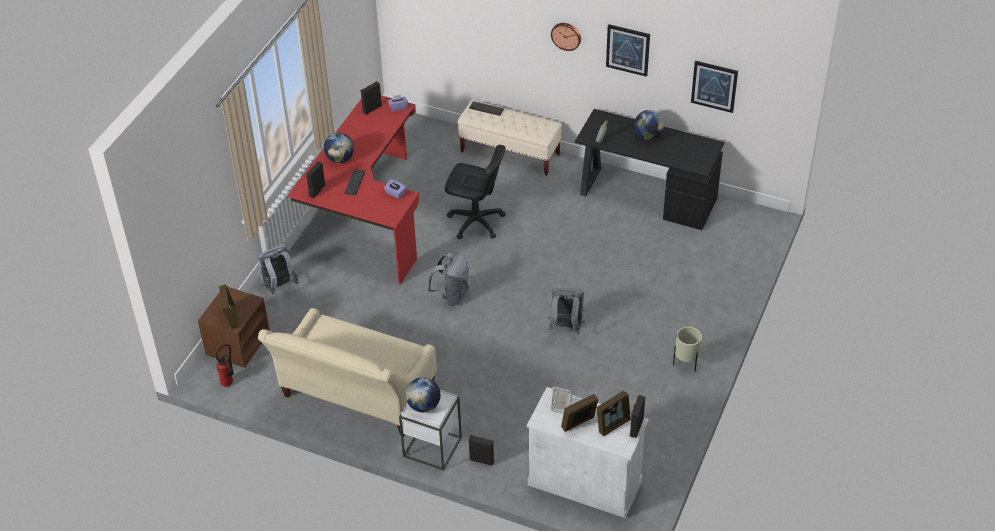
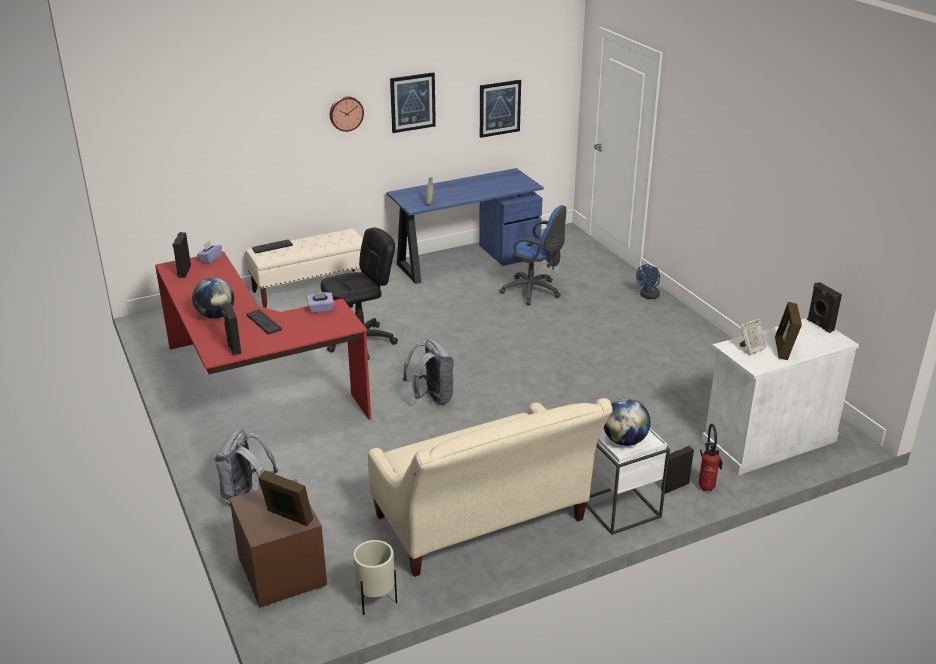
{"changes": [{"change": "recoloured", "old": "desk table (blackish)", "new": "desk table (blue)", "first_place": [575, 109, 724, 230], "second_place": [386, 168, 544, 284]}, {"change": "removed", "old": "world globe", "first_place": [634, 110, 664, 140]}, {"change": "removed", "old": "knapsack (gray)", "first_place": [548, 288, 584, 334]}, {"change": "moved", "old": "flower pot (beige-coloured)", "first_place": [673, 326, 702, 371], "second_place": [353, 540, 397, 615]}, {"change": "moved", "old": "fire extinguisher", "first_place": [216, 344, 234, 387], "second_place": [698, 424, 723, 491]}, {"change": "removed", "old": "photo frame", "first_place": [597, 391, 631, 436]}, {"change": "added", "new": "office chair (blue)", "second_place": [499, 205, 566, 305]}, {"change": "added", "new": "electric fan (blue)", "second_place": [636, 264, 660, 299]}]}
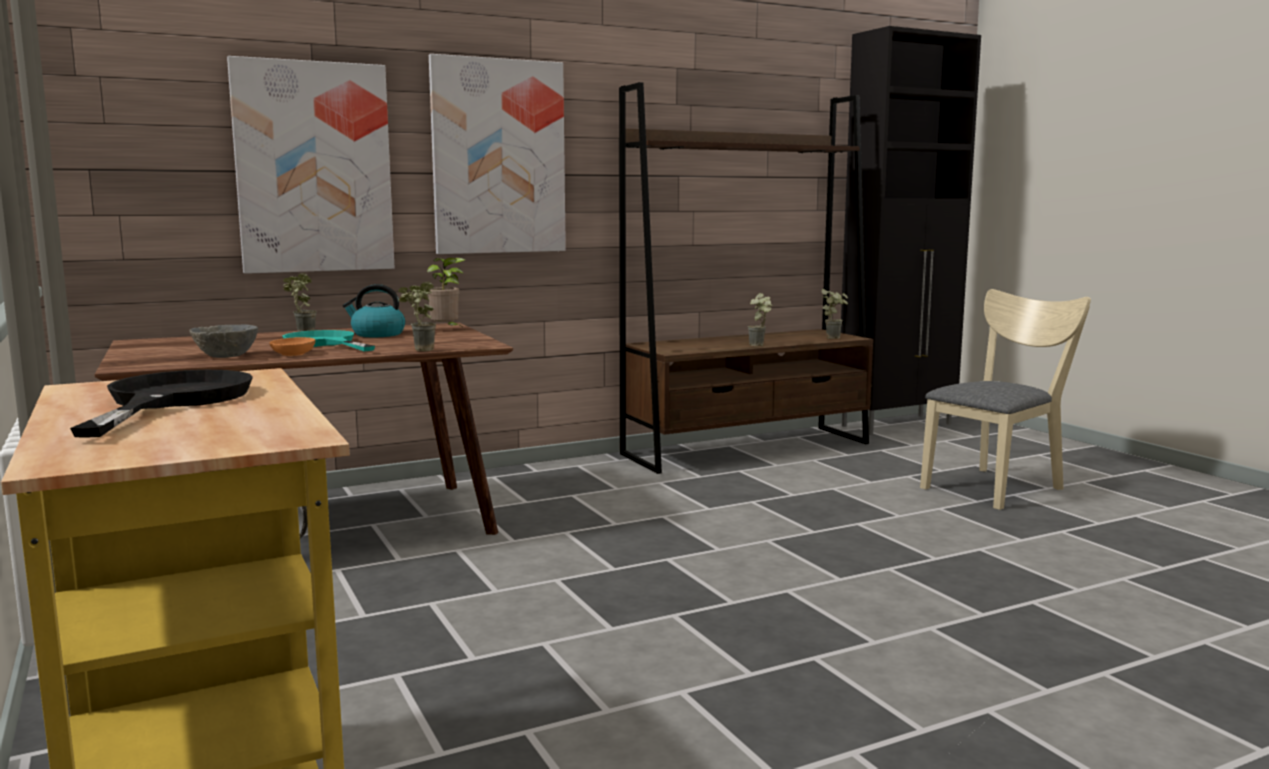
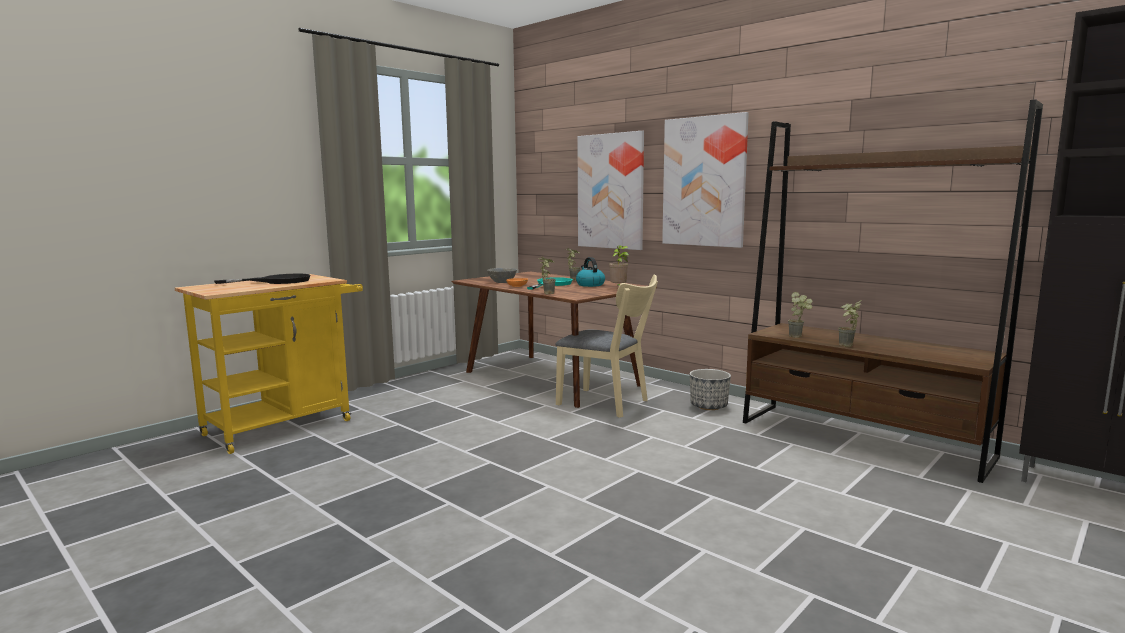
{"changes": [{"change": "moved", "old": "houseplant", "first_place": [821, 289, 848, 339], "second_place": [788, 292, 813, 338]}, {"change": "moved", "old": "plain chair (beige-coloured)", "first_place": [920, 289, 1091, 510], "second_place": [555, 275, 658, 418]}, {"change": "added", "new": "flower pot", "second_place": [690, 369, 731, 410]}]}
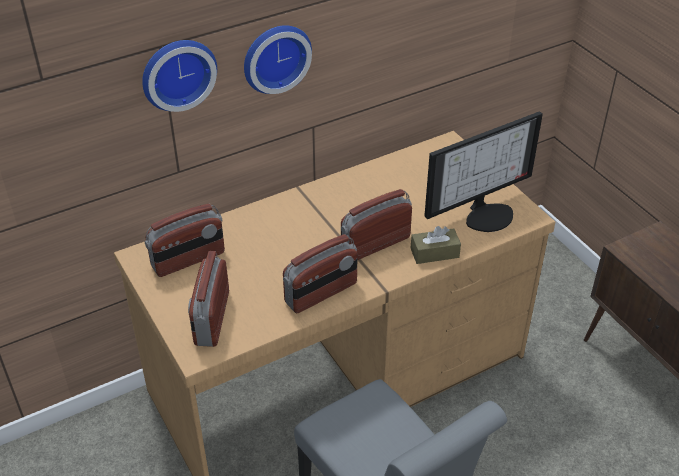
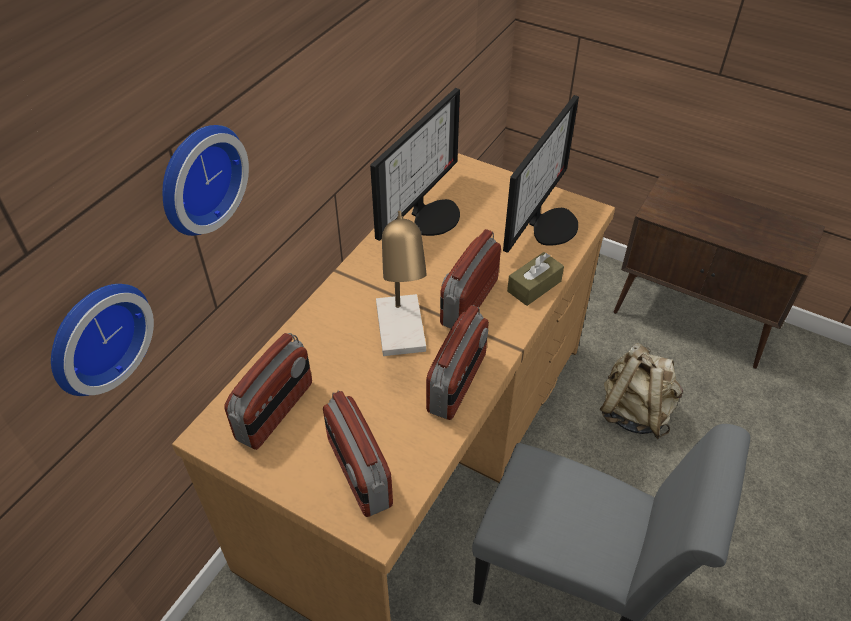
{"changes": [{"change": "moved", "old": "wall clock", "first_place": [244, 25, 312, 94], "second_place": [51, 284, 154, 396]}, {"change": "added", "new": "computer display", "second_place": [370, 88, 460, 241]}, {"change": "added", "new": "lamp for a table", "second_place": [376, 211, 427, 356]}, {"change": "added", "new": "knapsack (beige-coloured)", "second_place": [600, 343, 683, 439]}]}
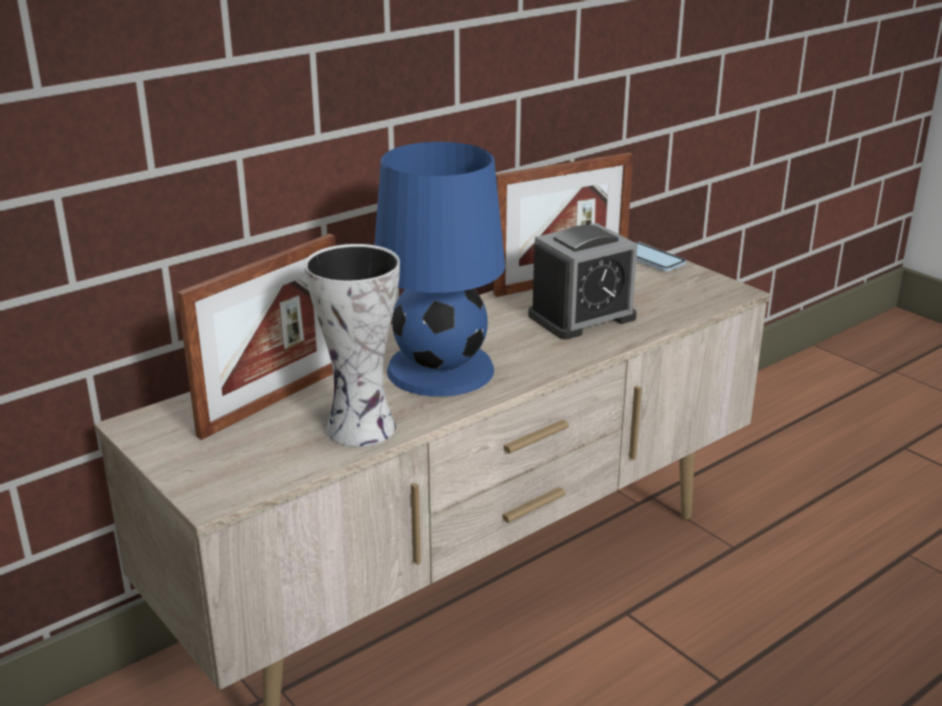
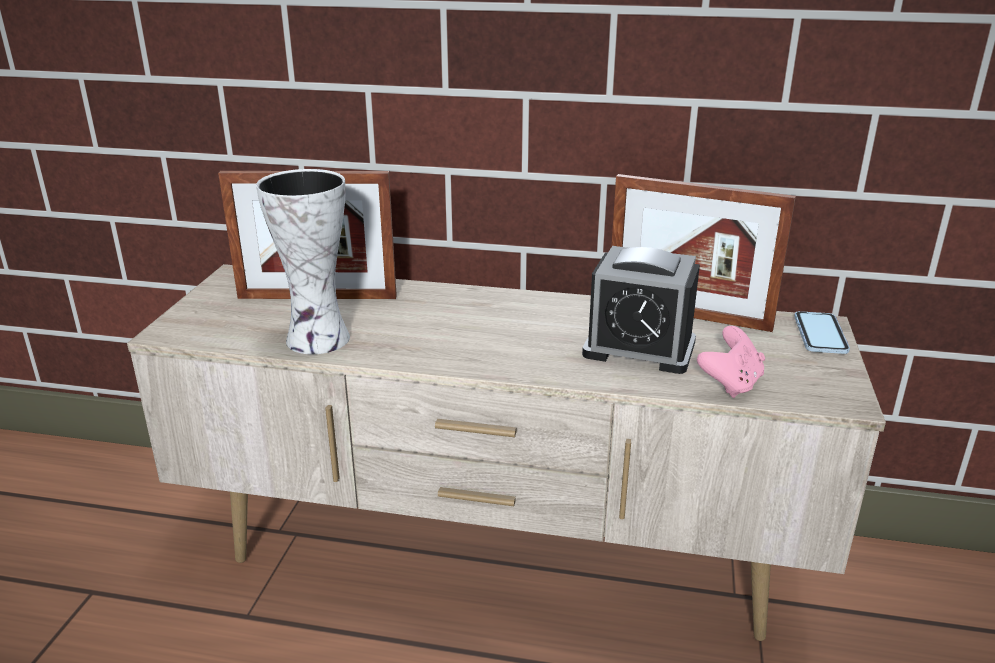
{"changes": [{"change": "removed", "old": "lamp for a table (blue)", "first_place": [374, 142, 505, 397]}, {"change": "added", "new": "gamepad (pink-coloured)", "second_place": [697, 326, 765, 398]}]}
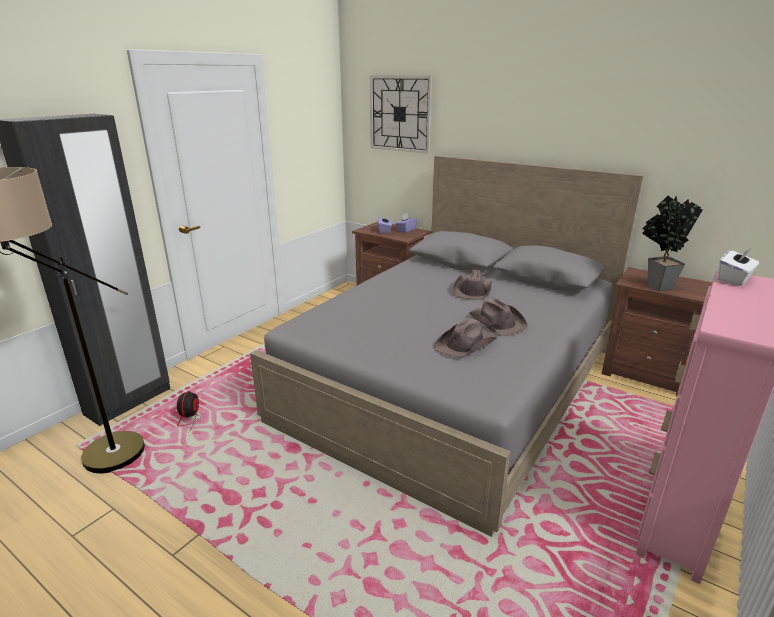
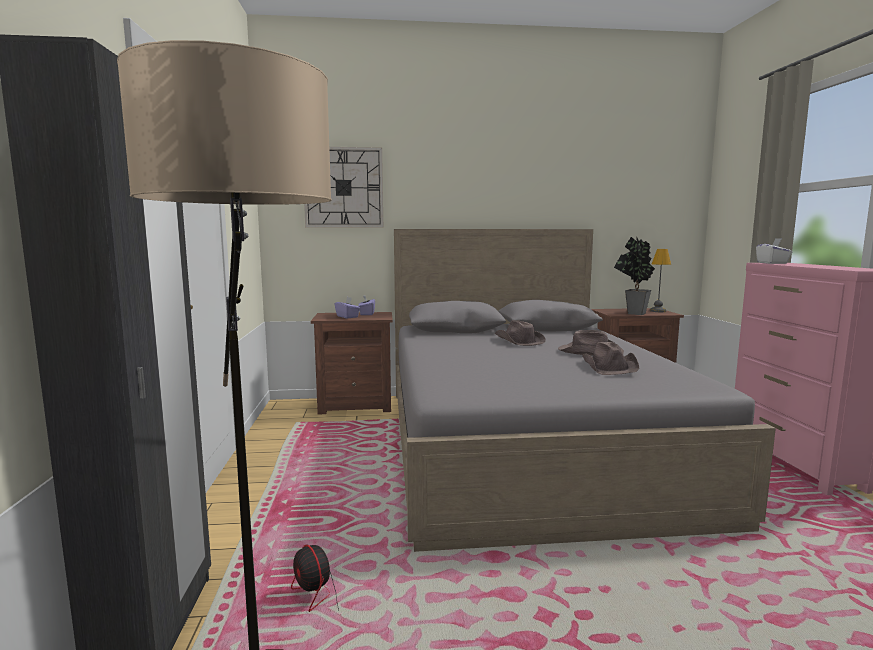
{"changes": [{"change": "added", "new": "lamp for a table", "second_place": [650, 249, 671, 312]}]}
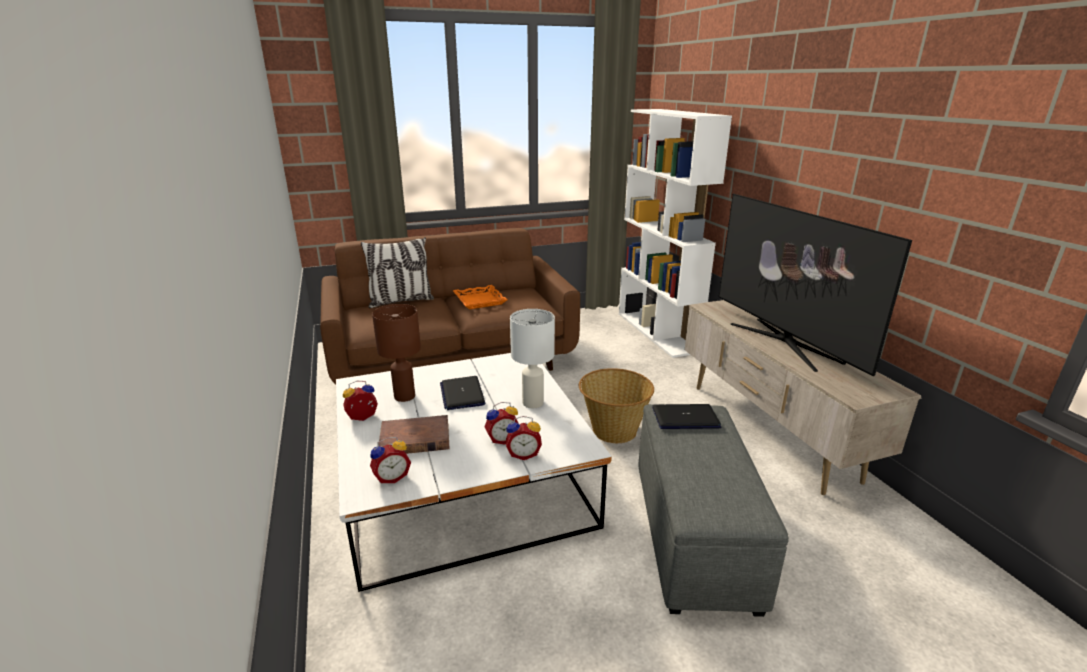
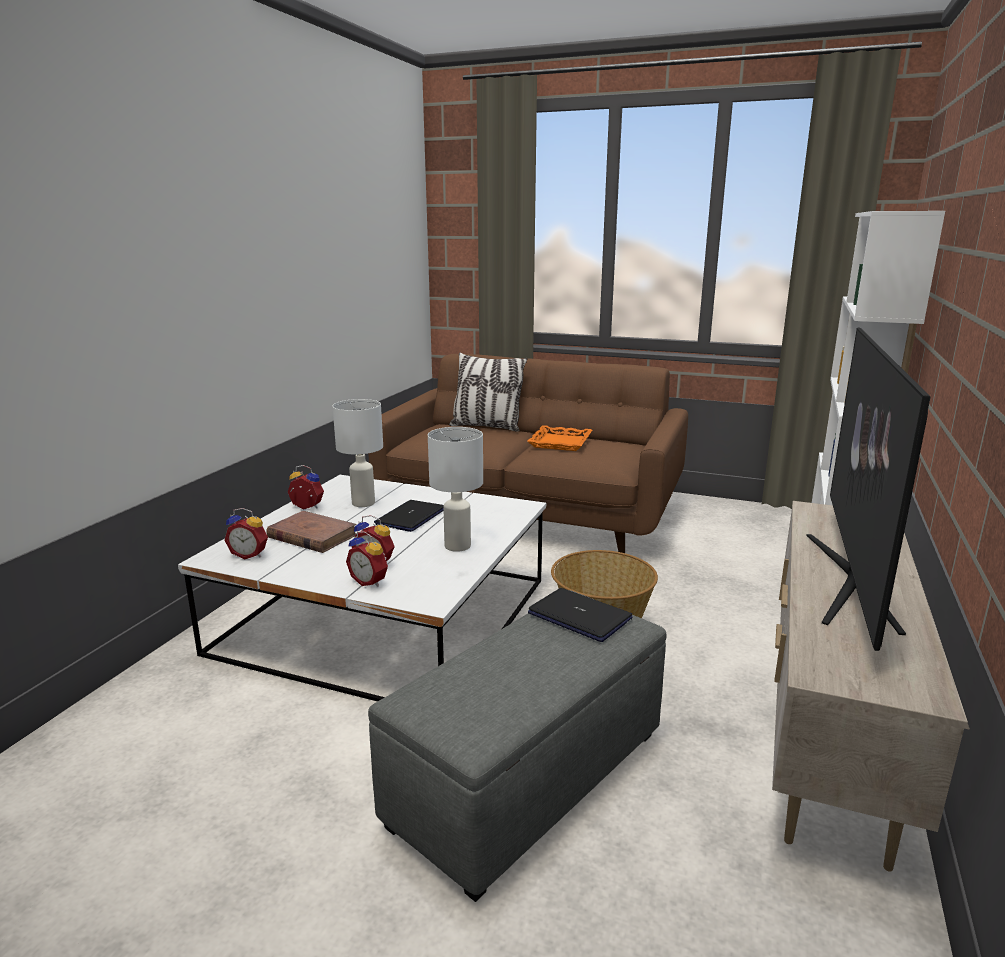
{"changes": [{"change": "recoloured", "old": "lamp for a table (brown)", "new": "lamp for a table (white-coloured)", "first_place": [372, 304, 421, 402], "second_place": [333, 399, 383, 507]}]}
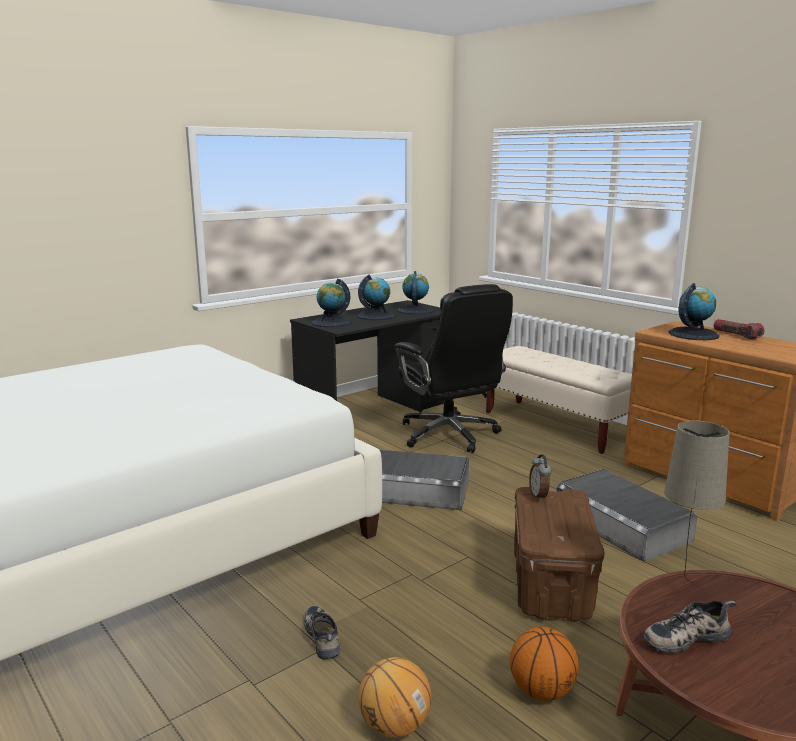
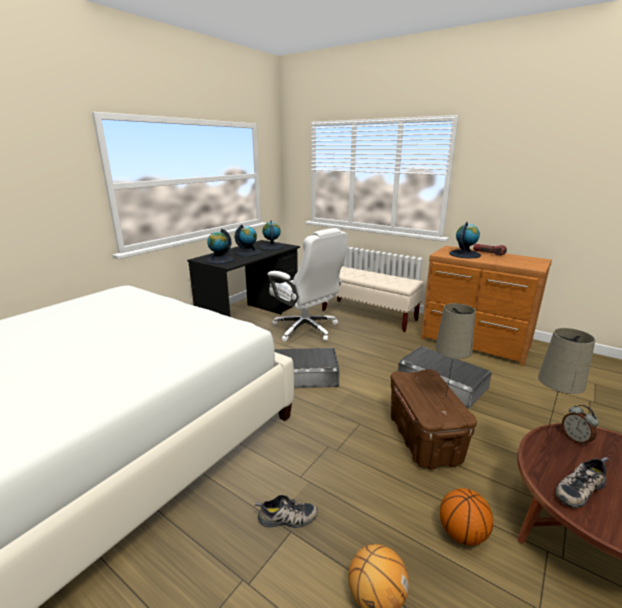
{"changes": [{"change": "recoloured", "old": "office chair (blackish)", "new": "office chair (white-coloured)", "first_place": [395, 284, 513, 453], "second_place": [267, 228, 348, 342]}, {"change": "moved", "old": "alarm clock", "first_place": [529, 455, 552, 501], "second_place": [562, 405, 599, 446]}, {"change": "turned", "old": "item of footwear", "first_place": [304, 605, 340, 660], "second_place": [255, 495, 318, 528], "degrees": 120}, {"change": "added", "new": "lamp for a table (beige-coloured)", "second_place": [435, 303, 476, 398]}]}
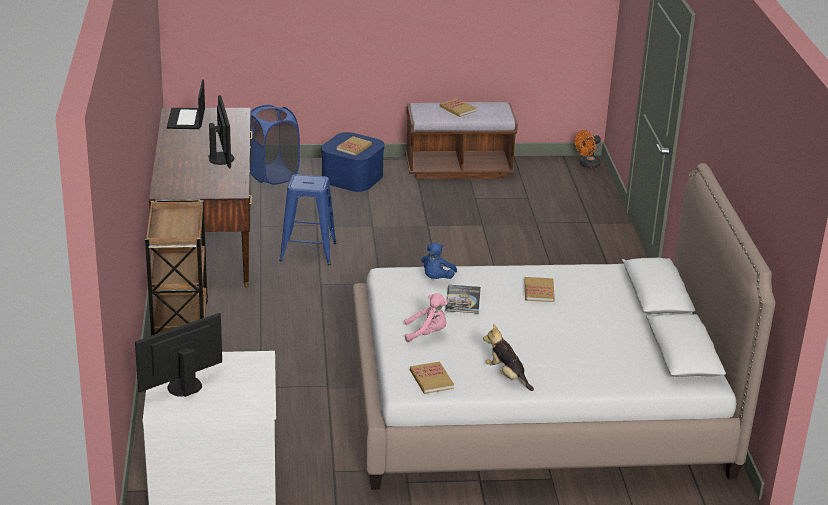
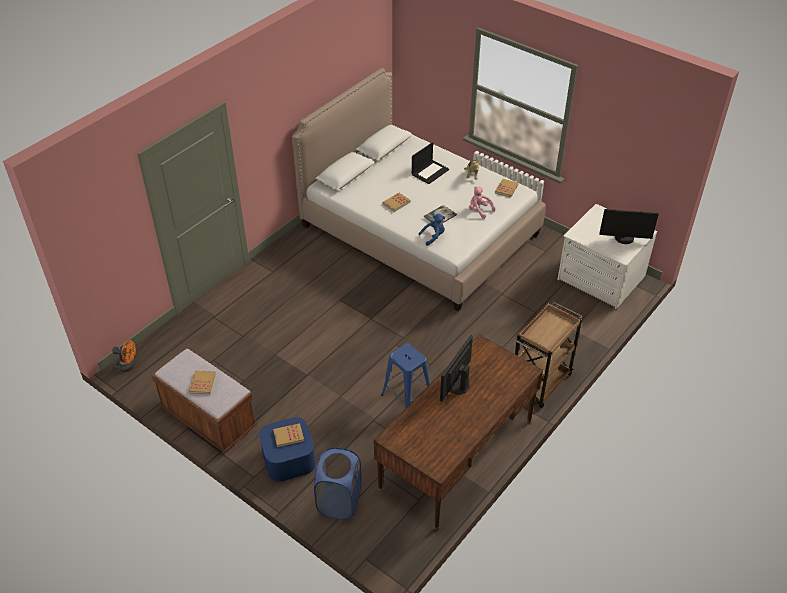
{"changes": [{"change": "moved", "old": "portable computer", "first_place": [167, 79, 205, 129], "second_place": [412, 142, 449, 184]}]}
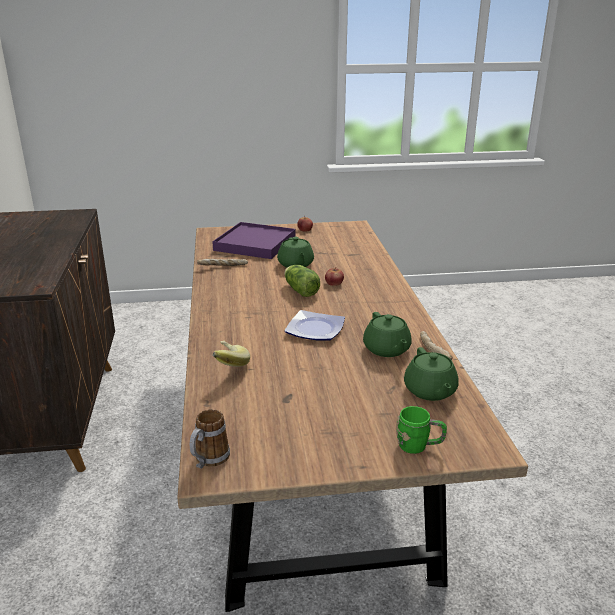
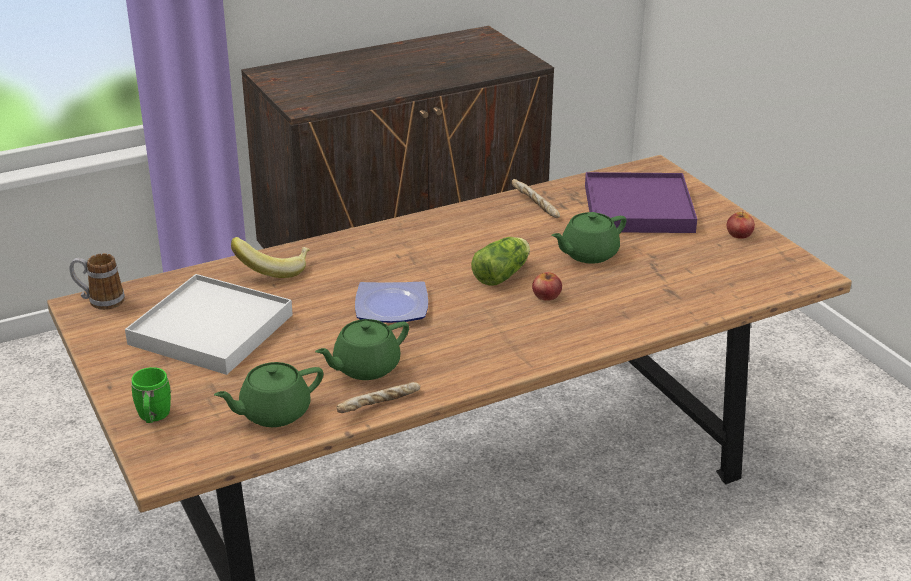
{"changes": [{"change": "added", "new": "serving tray (white-coloured)", "second_place": [125, 274, 293, 375]}]}
